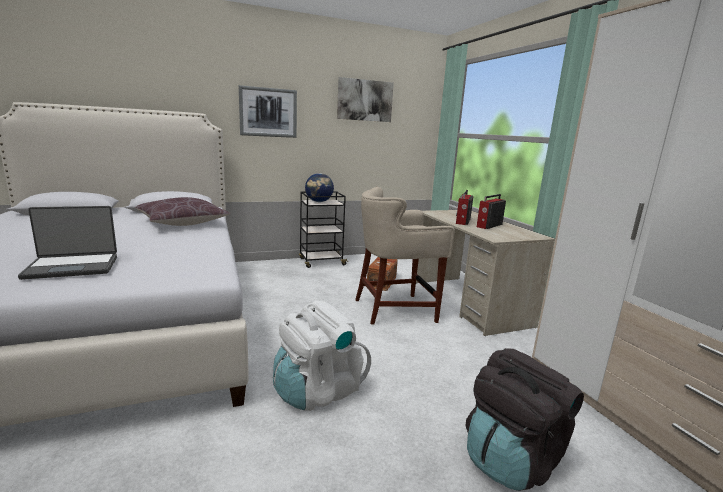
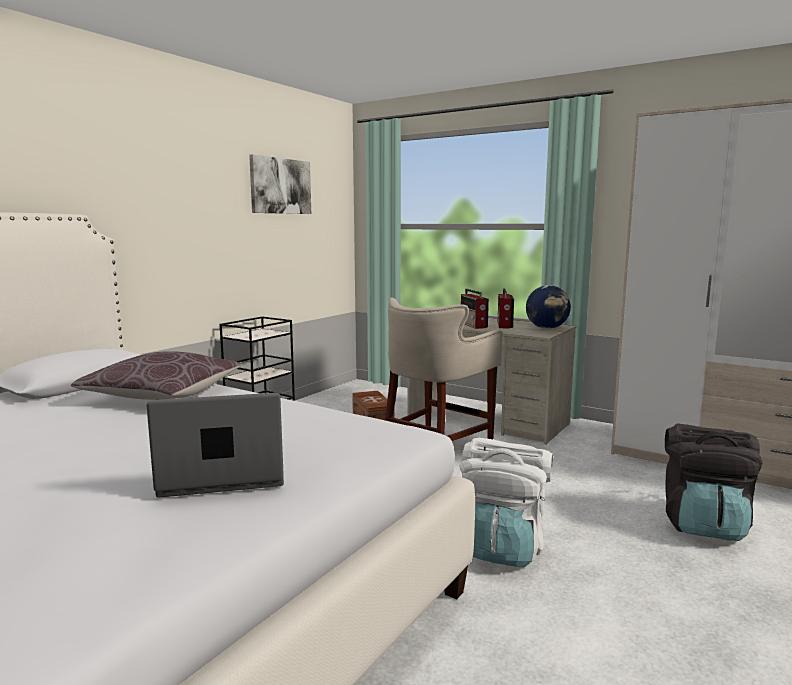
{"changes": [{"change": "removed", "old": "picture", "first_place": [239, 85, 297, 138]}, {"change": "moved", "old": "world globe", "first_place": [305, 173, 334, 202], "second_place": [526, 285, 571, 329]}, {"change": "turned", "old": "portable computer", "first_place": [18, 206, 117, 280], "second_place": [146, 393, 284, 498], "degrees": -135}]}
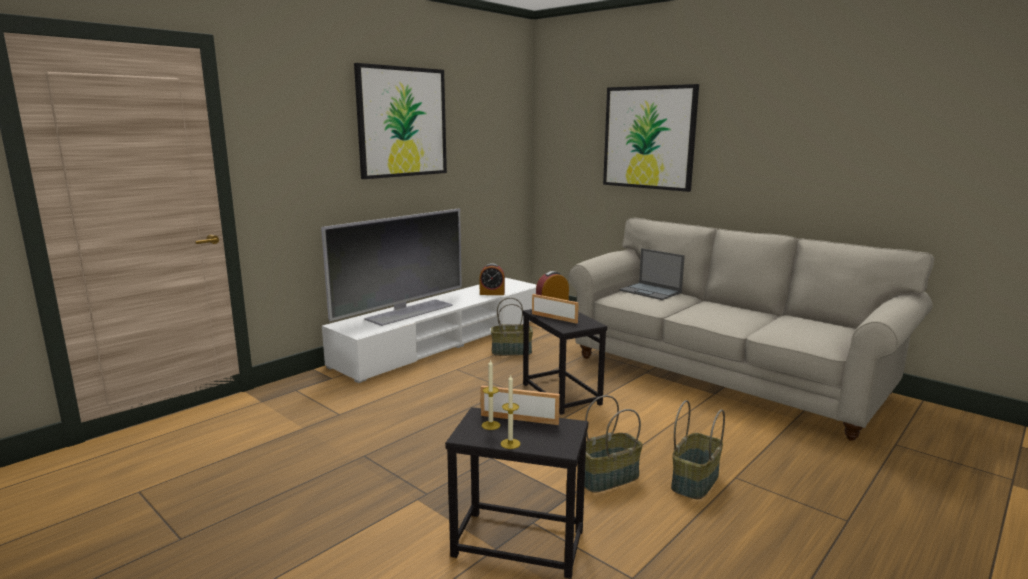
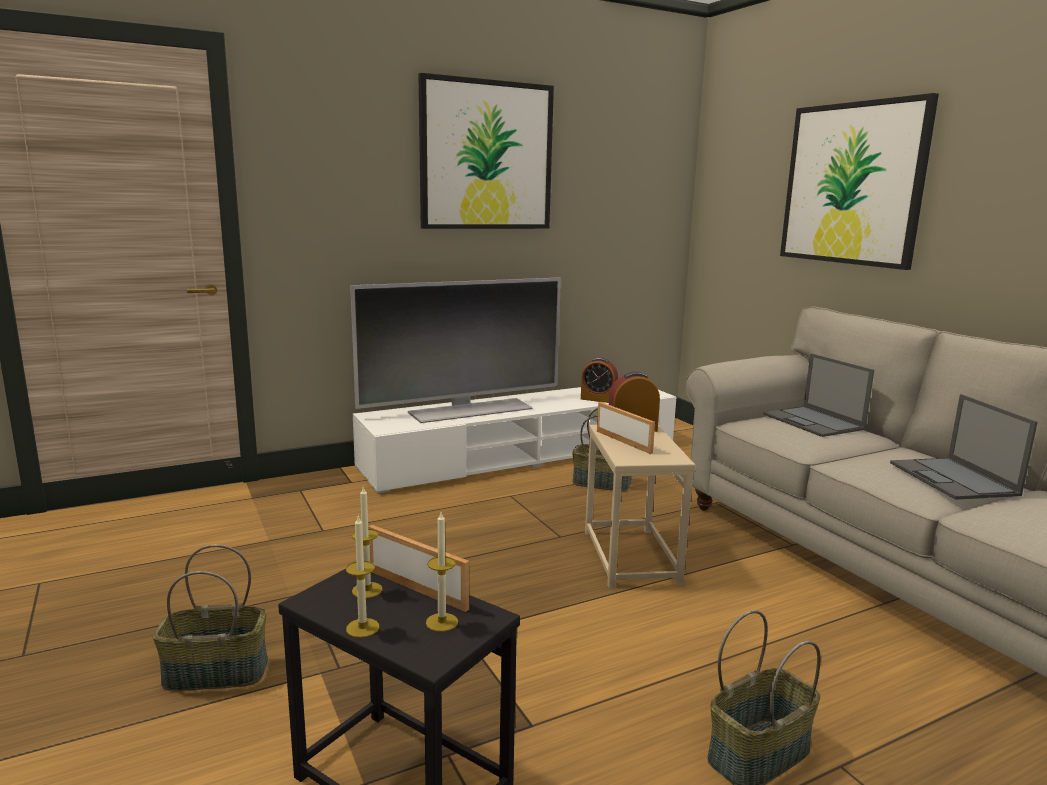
{"changes": [{"change": "recoloured", "old": "end table (blackish)", "new": "end table (beige-coloured)", "first_place": [523, 309, 607, 415], "second_place": [585, 425, 696, 588]}, {"change": "moved", "old": "household basket", "first_place": [584, 395, 643, 493], "second_place": [153, 544, 268, 691]}, {"change": "added", "new": "portable computer", "second_place": [890, 394, 1038, 500]}, {"change": "added", "new": "wax light", "second_place": [426, 512, 458, 632]}]}
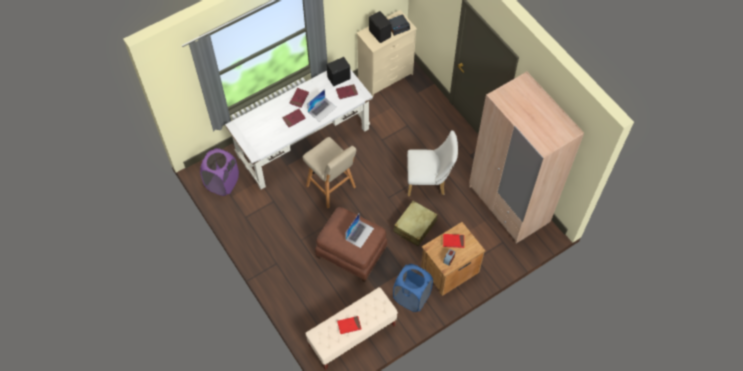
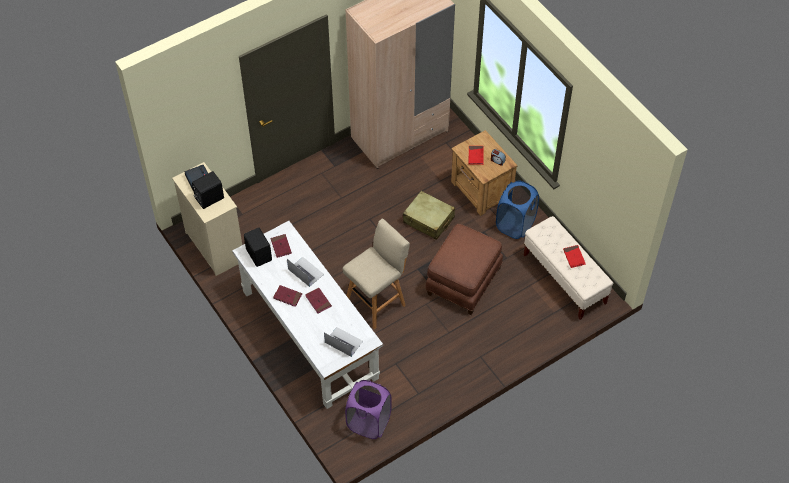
{"changes": [{"change": "removed", "old": "plain chair (white-coloured)", "first_place": [407, 130, 458, 196]}, {"change": "moved", "old": "portable computer", "first_place": [345, 214, 374, 248], "second_place": [324, 327, 363, 357]}]}
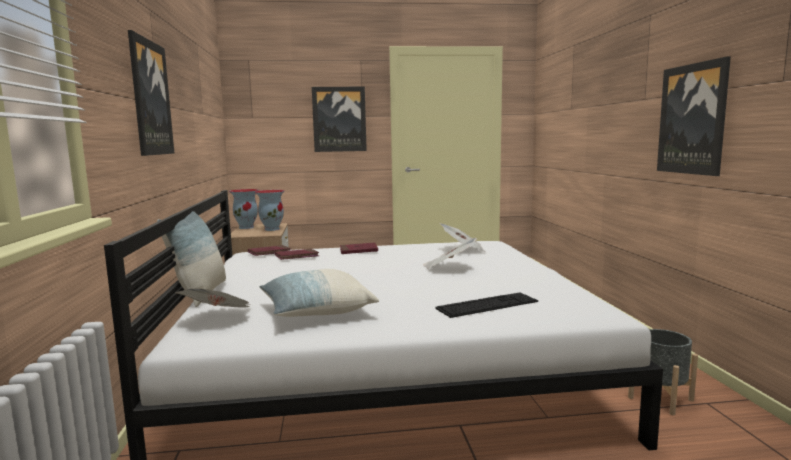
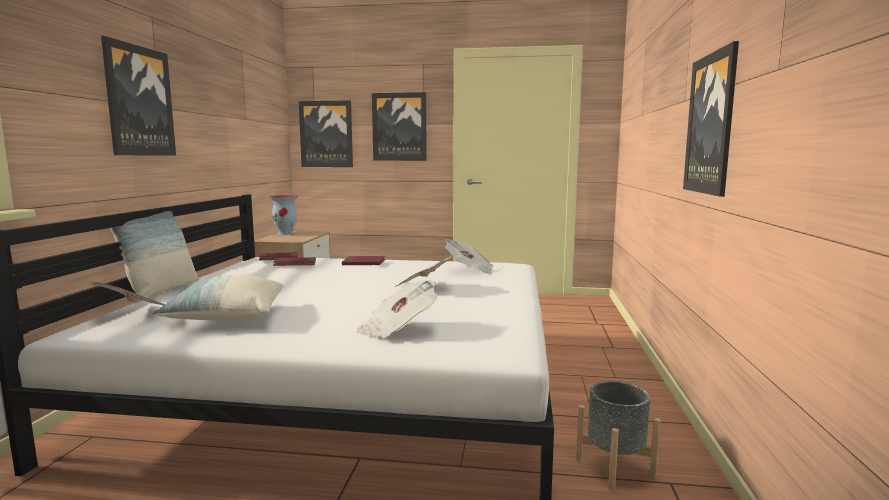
{"changes": [{"change": "removed", "old": "decorative vase", "first_place": [255, 190, 285, 231]}, {"change": "replaced", "old": "computer keyboard", "new": "printed paper", "first_place": [435, 292, 538, 318], "second_place": [357, 280, 437, 338]}, {"change": "added", "new": "picture", "second_place": [299, 100, 353, 167]}]}
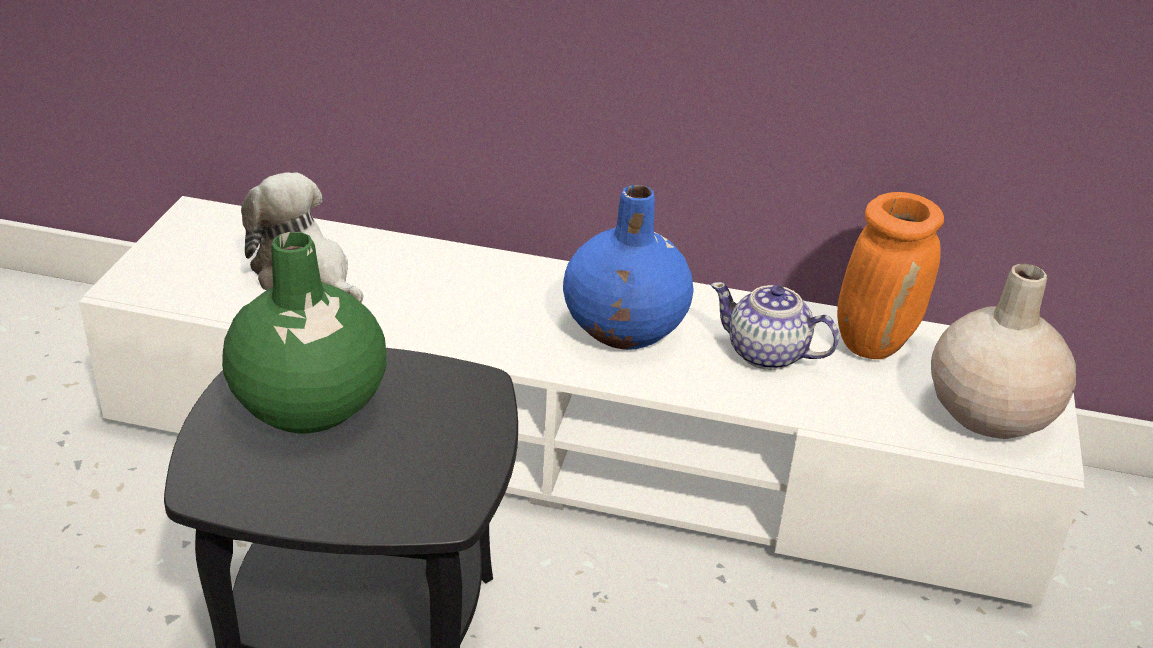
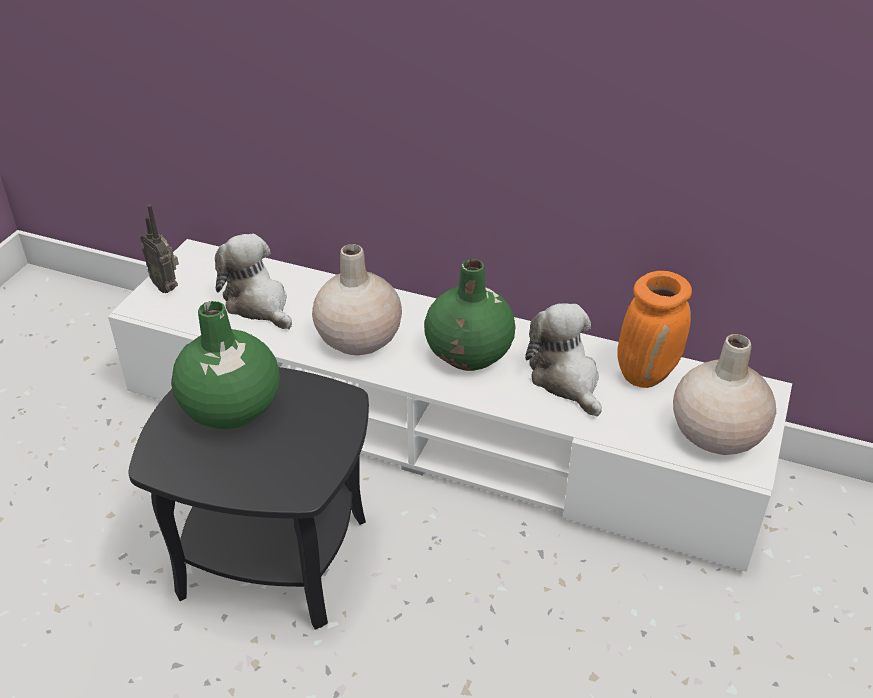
{"changes": [{"change": "recoloured", "old": "decorative vase (blue)", "new": "decorative vase (green-coloured)", "first_place": [563, 185, 694, 350], "second_place": [424, 259, 515, 371]}, {"change": "replaced", "old": "tea pot", "new": "plush toy", "first_place": [711, 282, 839, 370], "second_place": [525, 303, 602, 417]}, {"change": "added", "new": "radio set", "second_place": [140, 204, 179, 293]}, {"change": "added", "new": "decorative vase (beige-coloured)", "second_place": [312, 244, 402, 355]}]}
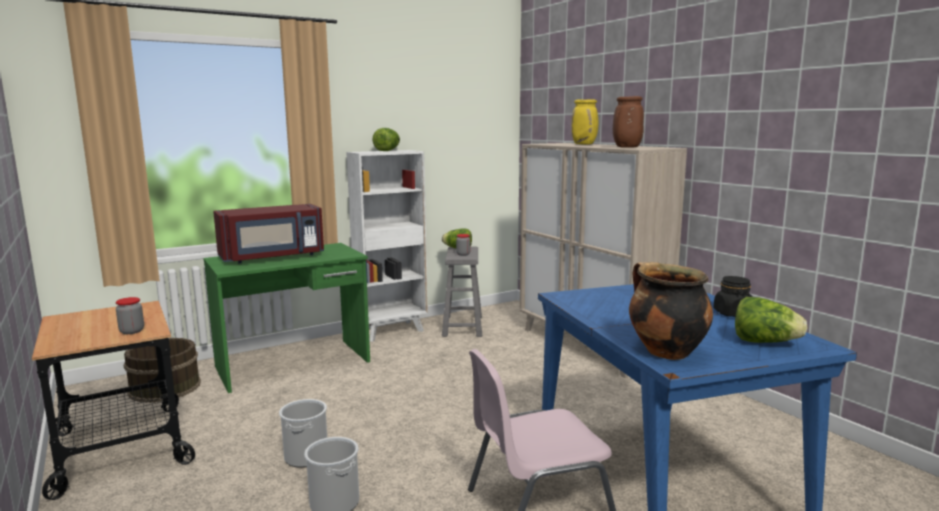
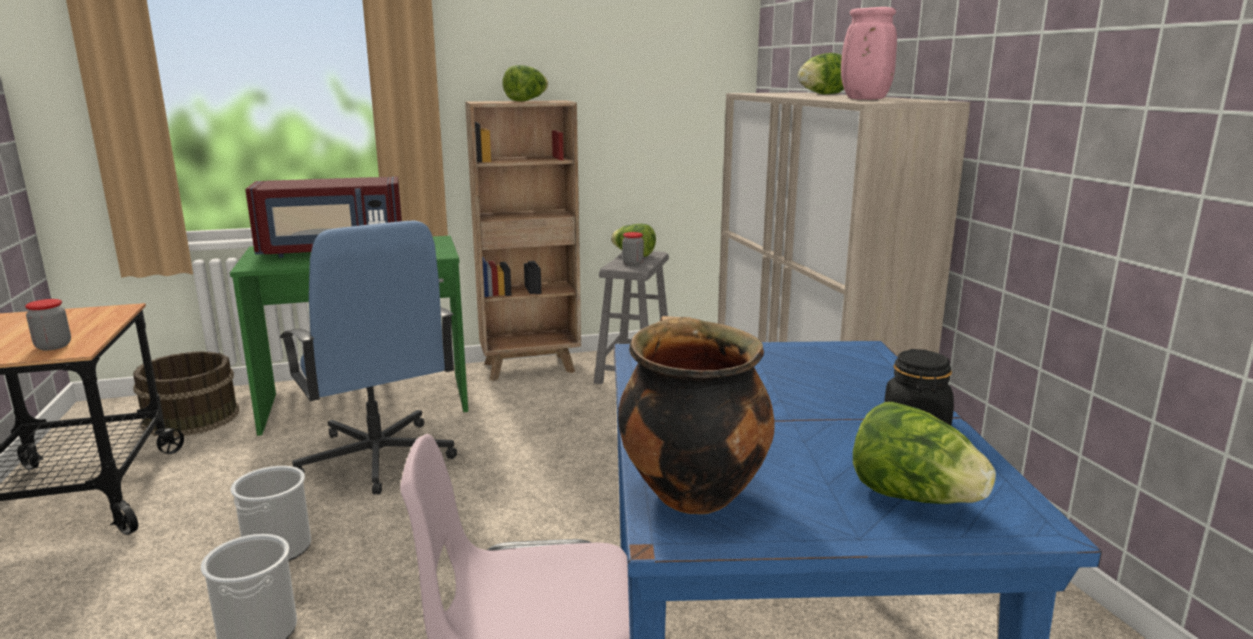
{"changes": [{"change": "recoloured", "old": "decorative vase (brown)", "new": "decorative vase (pink-coloured)", "first_place": [613, 96, 644, 148], "second_place": [841, 7, 897, 100]}, {"change": "replaced", "old": "decorative vase (yellow-coloured)", "new": "head of lettuce", "first_place": [571, 99, 598, 144], "second_place": [797, 53, 844, 94]}, {"change": "recoloured", "old": "shelving unit (white-coloured)", "new": "shelving unit (brown)", "first_place": [346, 150, 428, 342], "second_place": [465, 100, 581, 381]}, {"change": "added", "new": "office chair (blue)", "second_place": [280, 220, 457, 495]}]}
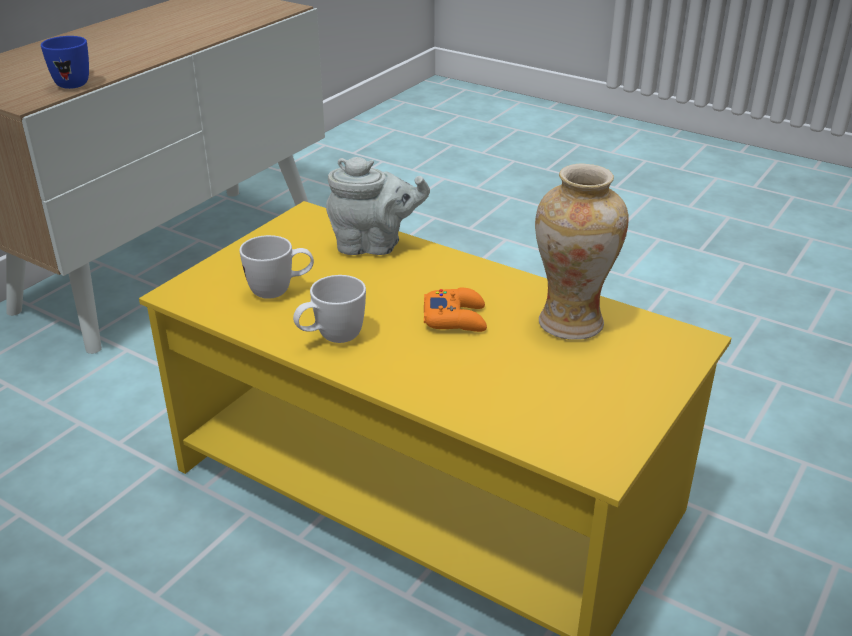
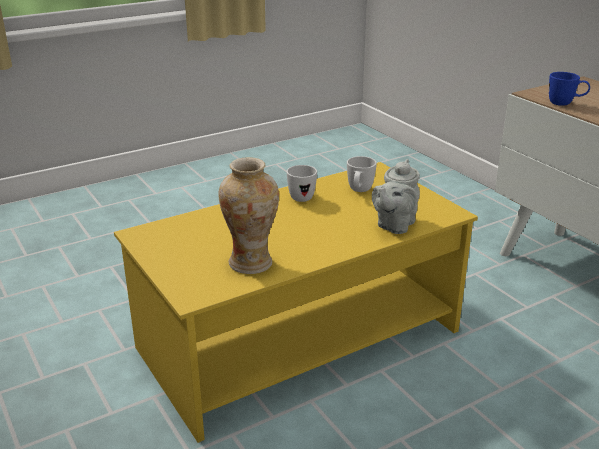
{"changes": [{"change": "removed", "old": "gamepad (orangey)", "first_place": [424, 287, 487, 332]}]}
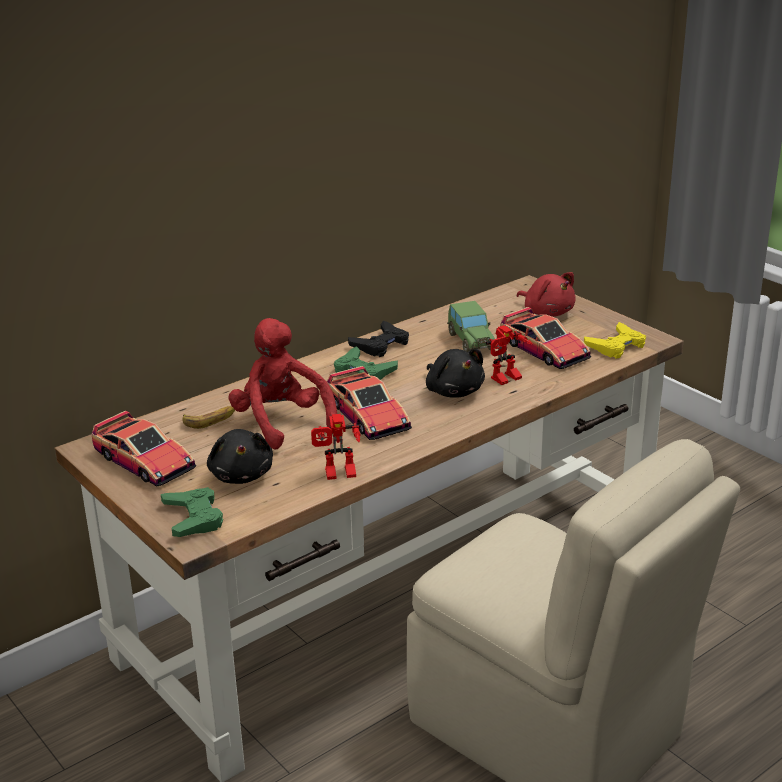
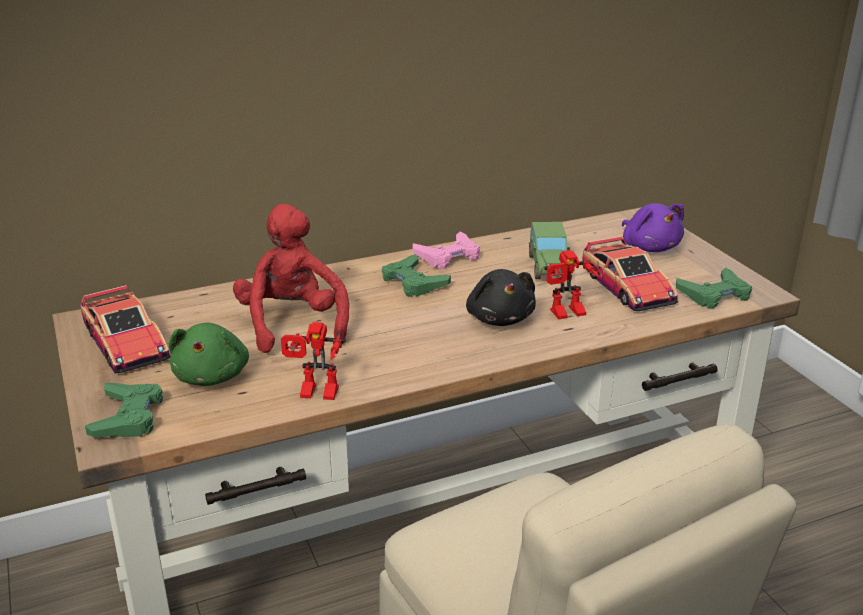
{"changes": [{"change": "recoloured", "old": "plush toy (red-coloured)", "new": "plush toy (purple-coloured)", "first_place": [517, 272, 576, 317], "second_place": [622, 203, 684, 252]}, {"change": "recoloured", "old": "gamepad (blackish)", "new": "gamepad (pink-coloured)", "first_place": [348, 321, 409, 357], "second_place": [413, 231, 480, 269]}, {"change": "recoloured", "old": "gamepad (yellow-coloured)", "new": "gamepad (green-coloured)", "first_place": [584, 322, 646, 359], "second_place": [676, 268, 752, 309]}, {"change": "removed", "old": "model car", "first_place": [327, 366, 412, 440]}, {"change": "removed", "old": "banana", "first_place": [182, 406, 235, 429]}, {"change": "recoloured", "old": "plush toy (blackish)", "new": "plush toy (green-coloured)", "first_place": [207, 429, 273, 484], "second_place": [169, 322, 249, 386]}]}
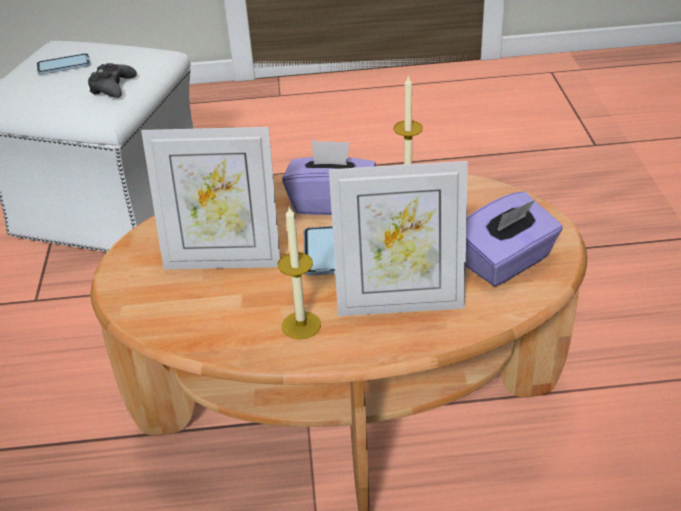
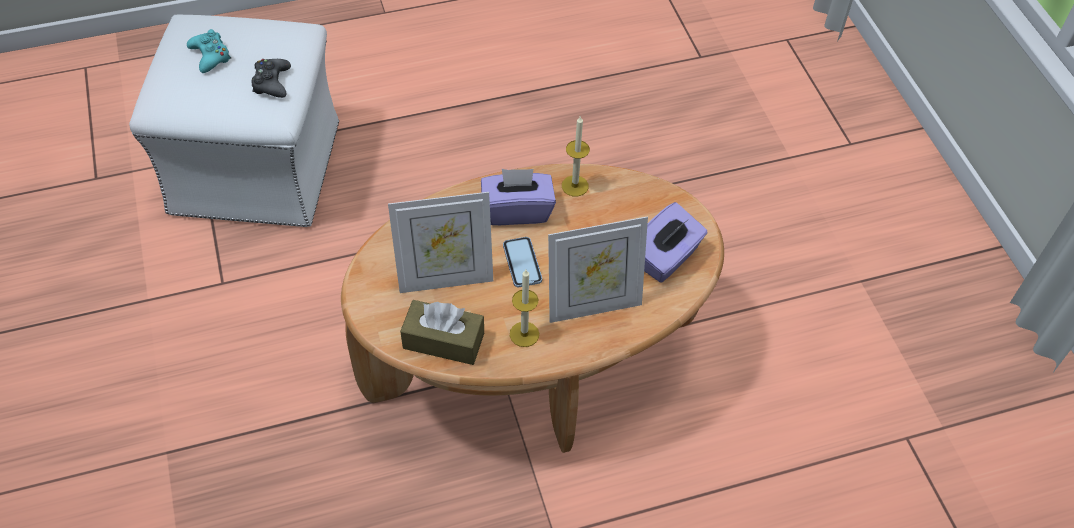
{"changes": [{"change": "replaced", "old": "phone", "new": "gamepad (turquoise-coloured)", "first_place": [37, 53, 90, 75], "second_place": [187, 29, 231, 73]}, {"change": "added", "new": "box of tissues (brown)", "second_place": [400, 300, 484, 365]}]}
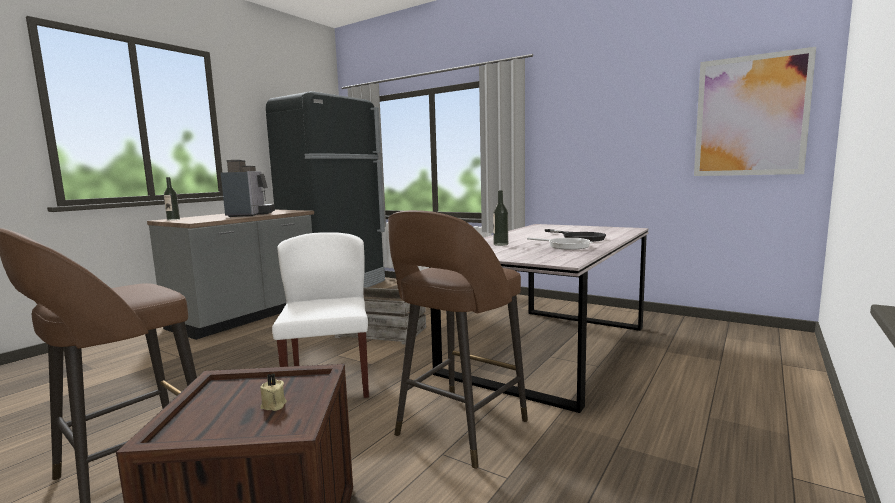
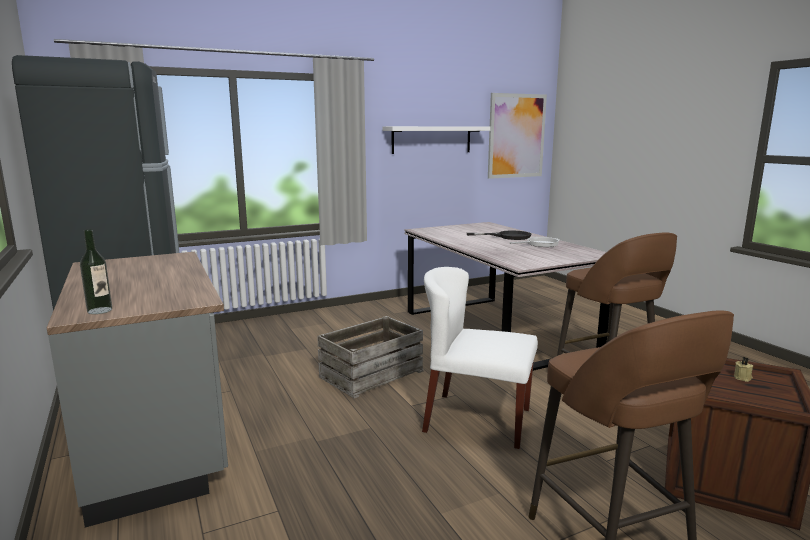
{"changes": [{"change": "removed", "old": "coffee brewer", "first_place": [221, 160, 275, 217]}, {"change": "removed", "old": "bottle", "first_place": [493, 190, 508, 246]}, {"change": "added", "new": "wall shelf (white-coloured)", "second_place": [382, 126, 491, 154]}]}
